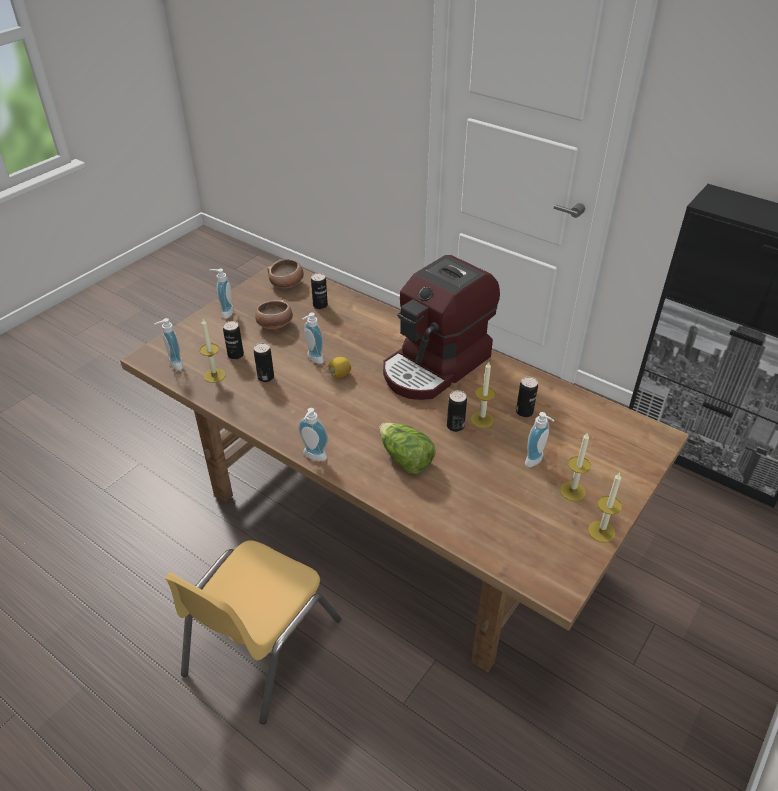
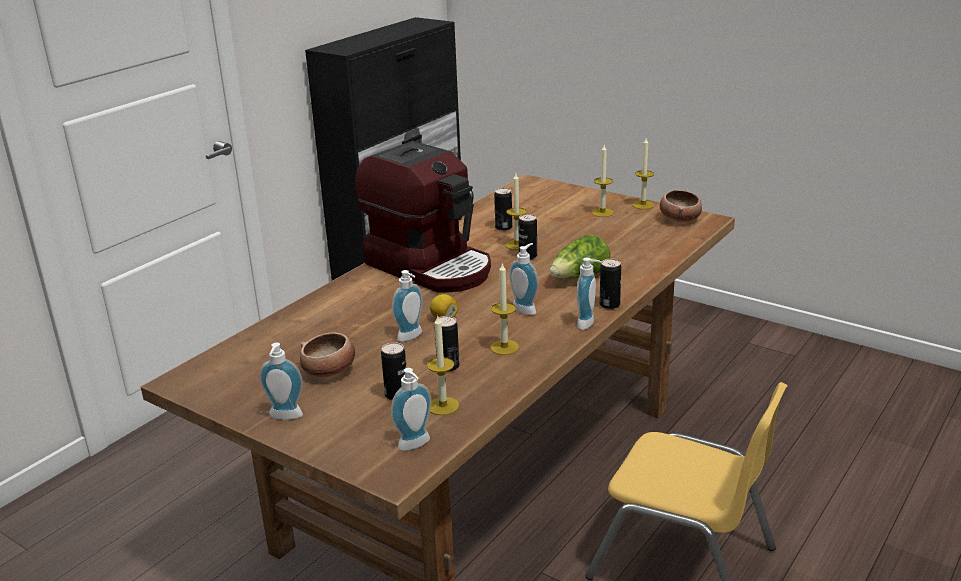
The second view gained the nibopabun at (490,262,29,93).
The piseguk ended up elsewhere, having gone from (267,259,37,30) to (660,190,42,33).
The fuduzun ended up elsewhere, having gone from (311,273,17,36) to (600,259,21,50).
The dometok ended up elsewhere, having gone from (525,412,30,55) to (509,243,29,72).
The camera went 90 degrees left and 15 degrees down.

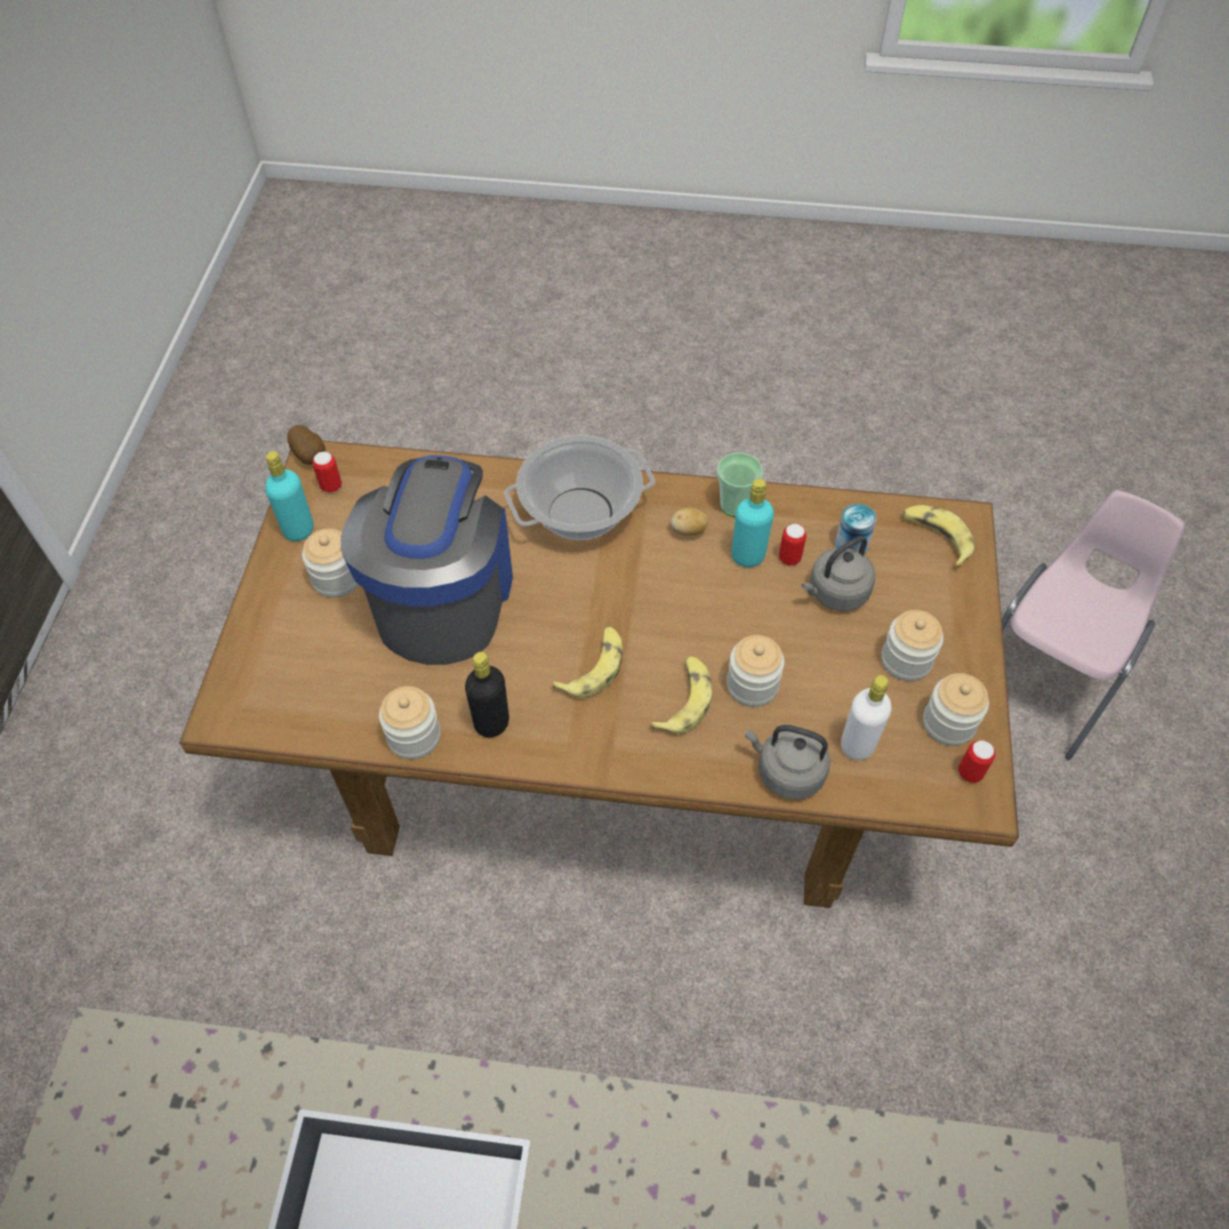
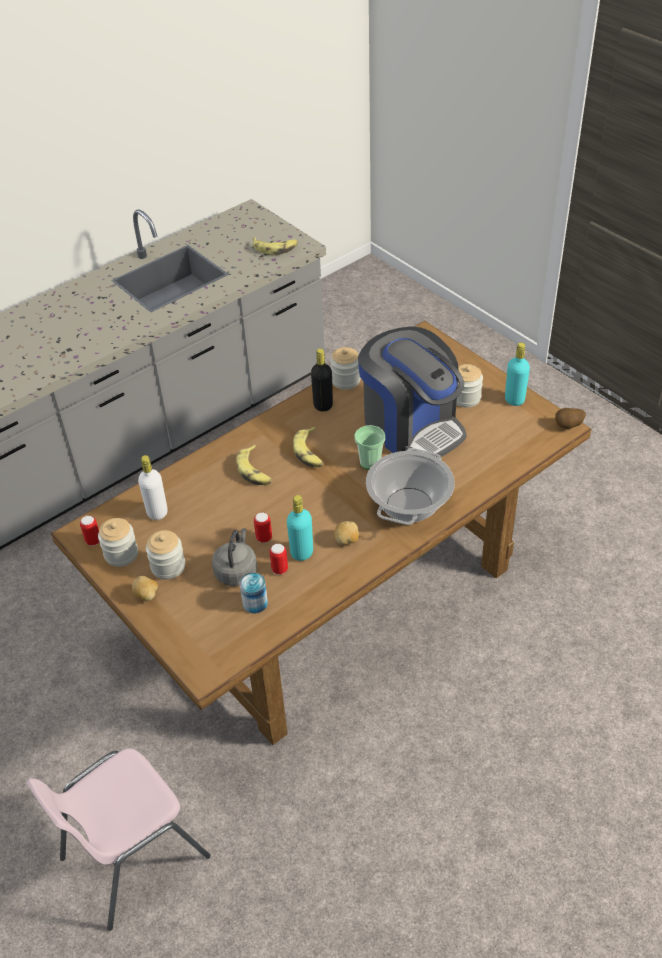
The second view lost the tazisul at (727,635,57,72).
The second view lost the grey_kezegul at (745,725,85,75).
The second view gained the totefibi at (132,576,26,25).
The fuduzun ended up elsewhere, having gone from (312,452,30,41) to (254,513,18,30).
The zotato ended up elsewhere, having gone from (717,453,46,64) to (354,425,31,45).
The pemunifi ended up elsewhere, having gone from (902,505,72,62) to (253,237,44,18).
The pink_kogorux at (1002,490,183,270) ended up facing another way, 60 degrees clockwise from before.
The camera went 135 degrees right and 10 degrees down.

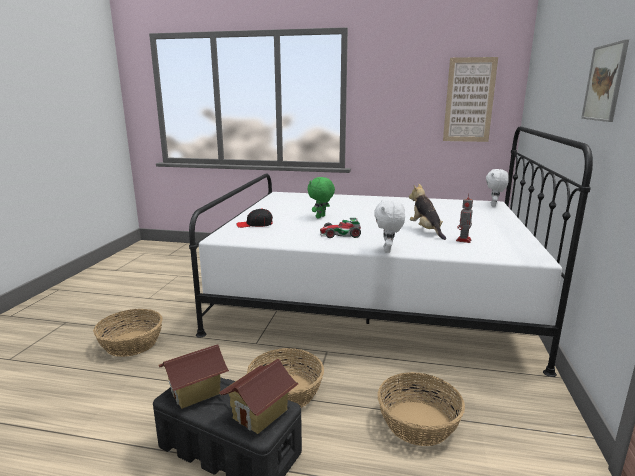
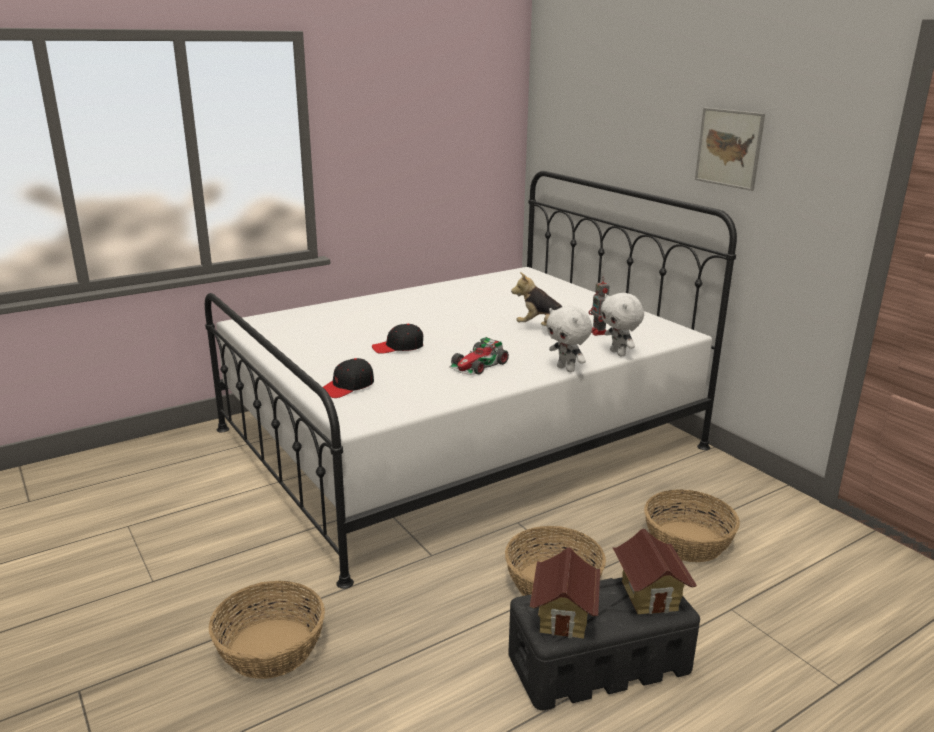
The second view lost the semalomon at (443,57,55,85).
The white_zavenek ended up elsewhere, having gone from (486,169,23,38) to (601,293,43,64).
Where the green_zavenek stood at (308,177,27,42), the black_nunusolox came to stand at (372,324,51,30).
The camera went 45 degrees left and 5 degrees up.

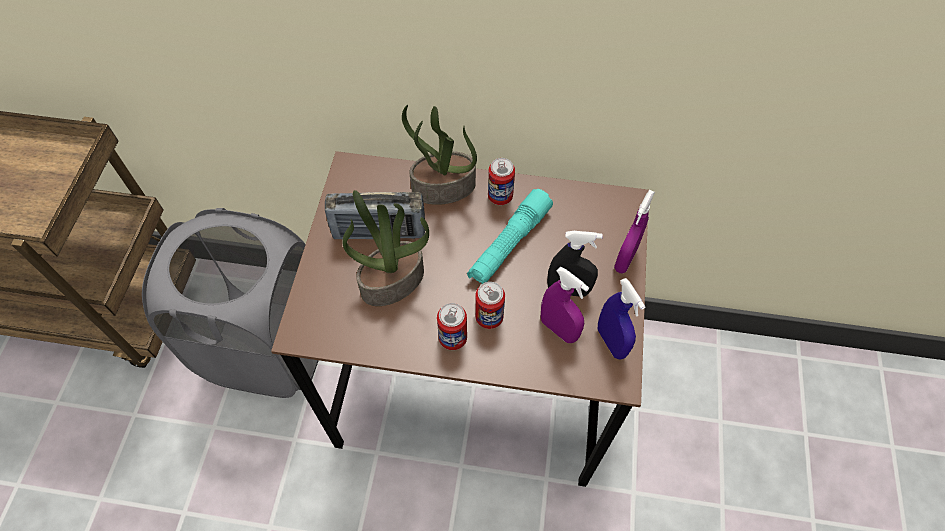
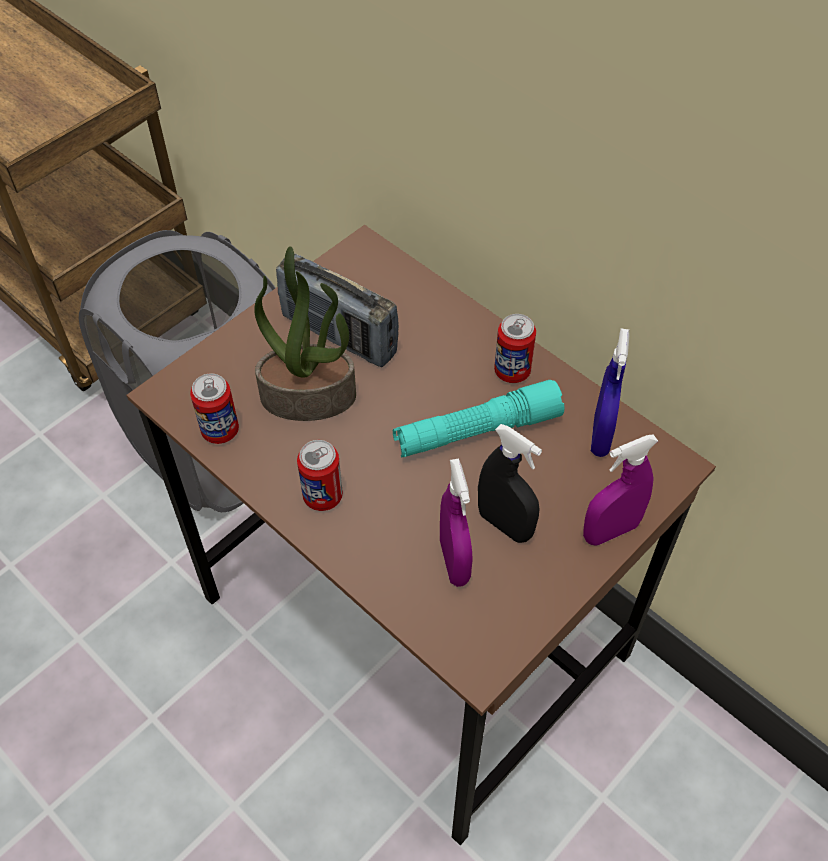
The second view lost the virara at (402,105,75,100).
The fuduzun ended up elsewhere, having gone from (475,282,30,47) to (190,373,49,71).
The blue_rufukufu ended up elsewhere, having gone from (598,278,47,81) to (591,328,38,129).
The camera went 35 degrees right and 5 degrees down.

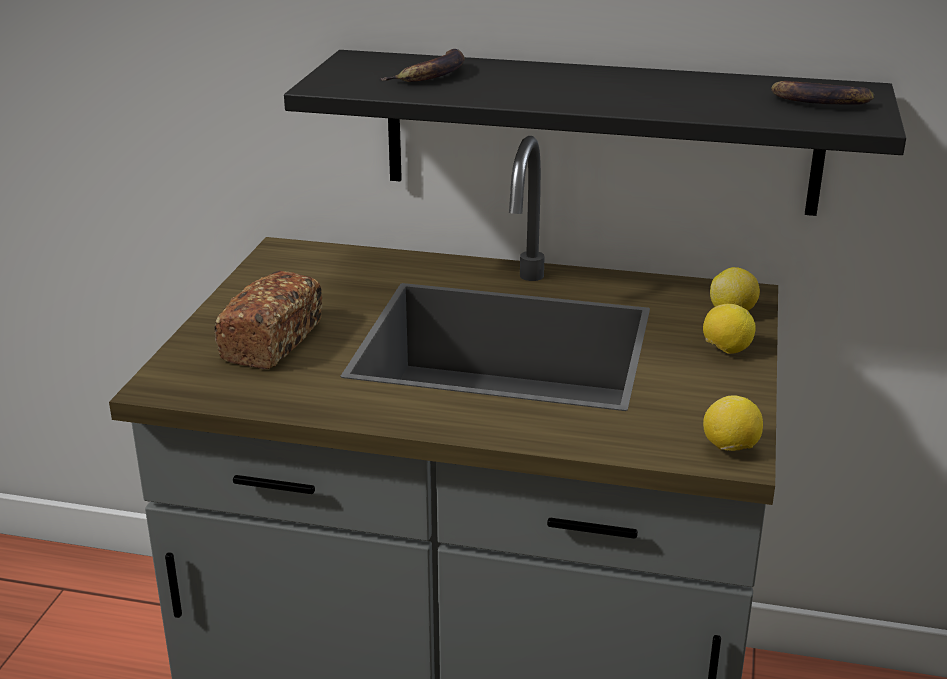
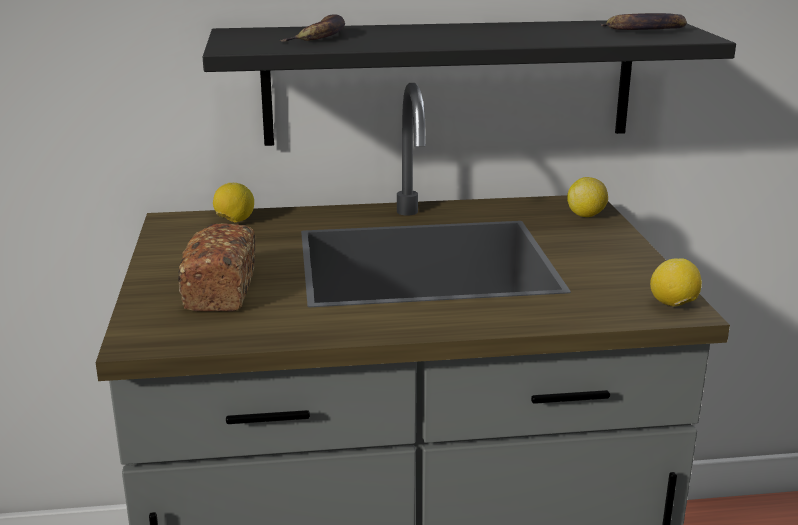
The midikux ended up elsewhere, having gone from (703,304,53,50) to (213,183,41,40).
The camera went 20 degrees left and 5 degrees down.

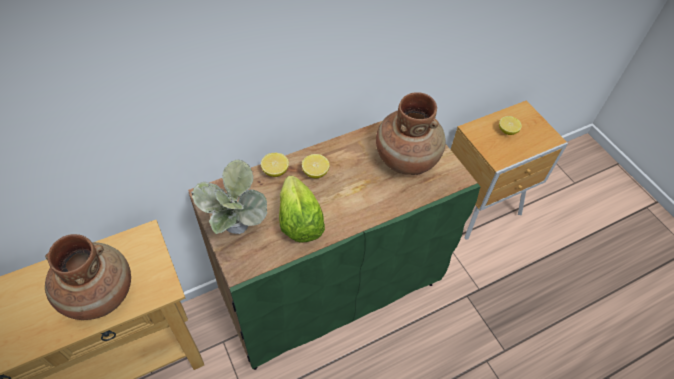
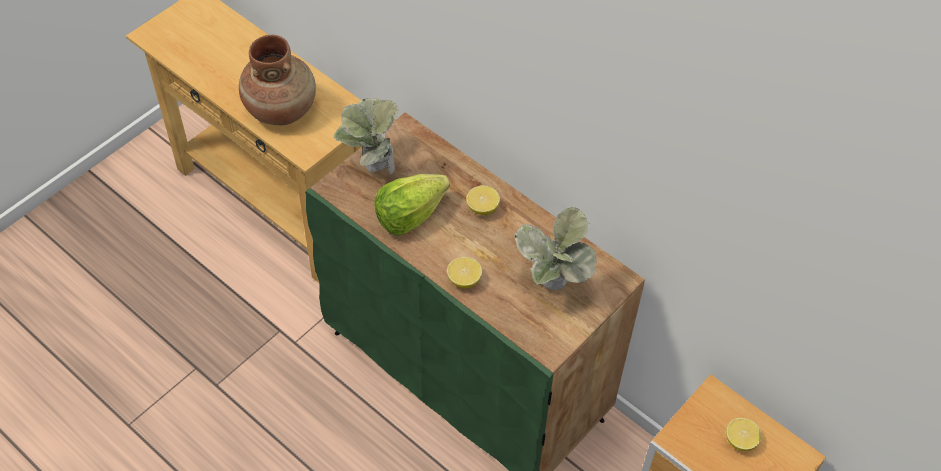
The midikux ended up elsewhere, having gone from (261,153,28,24) to (447,257,35,31).
Where the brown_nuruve stood at (376,92,70,83), the virara came to stand at (514,207,83,83).
The camera went 70 degrees right and 0 degrees up.

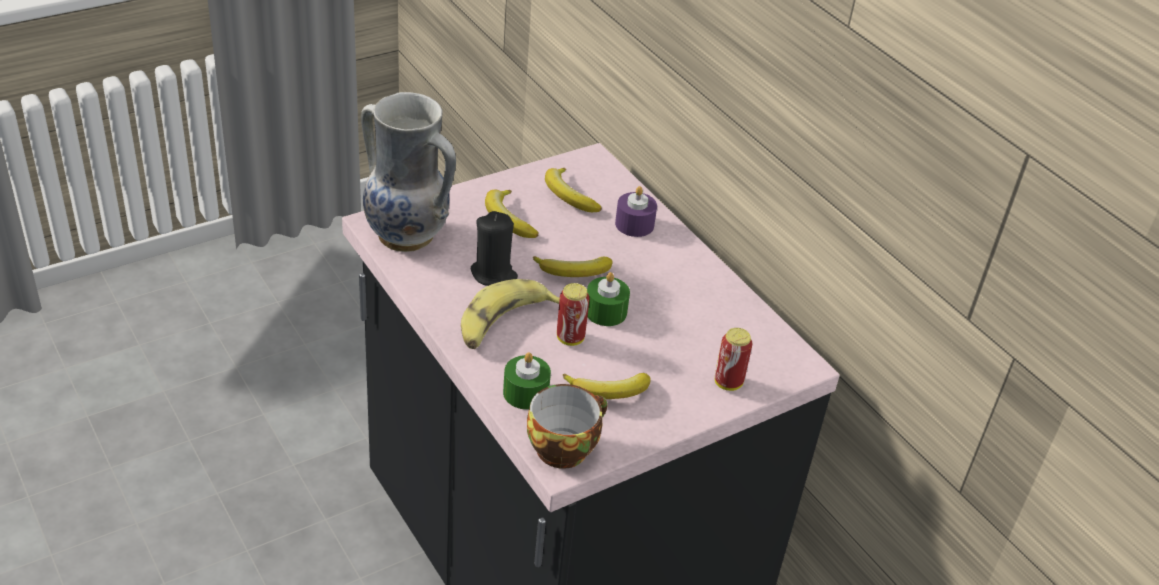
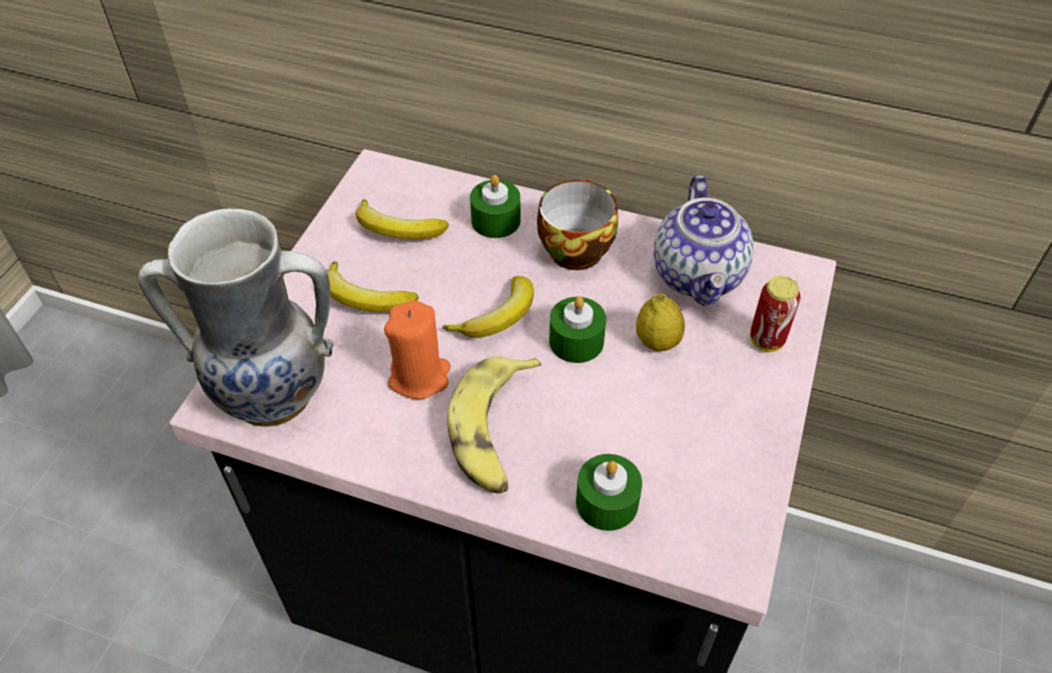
The second view lost the fuduzun at (557,283,32,63).
The second view lost the pemunifi at (563,373,88,26).
The second view gained the midikux at (636,294,49,57).
The second view gained the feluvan at (654,175,100,131).
The zotato ended up elsewhere, having gone from (527,384,81,85) to (537,179,81,91).
What was the black_nibopabun at (471,211,47,75) turned into the orange_nibopabun at (384,301,67,98).
What was the purple_nibopabun at (615,186,42,51) turned into the green_nibopabun at (470,175,50,63).
The camera went 35 degrees left and 10 degrees up.

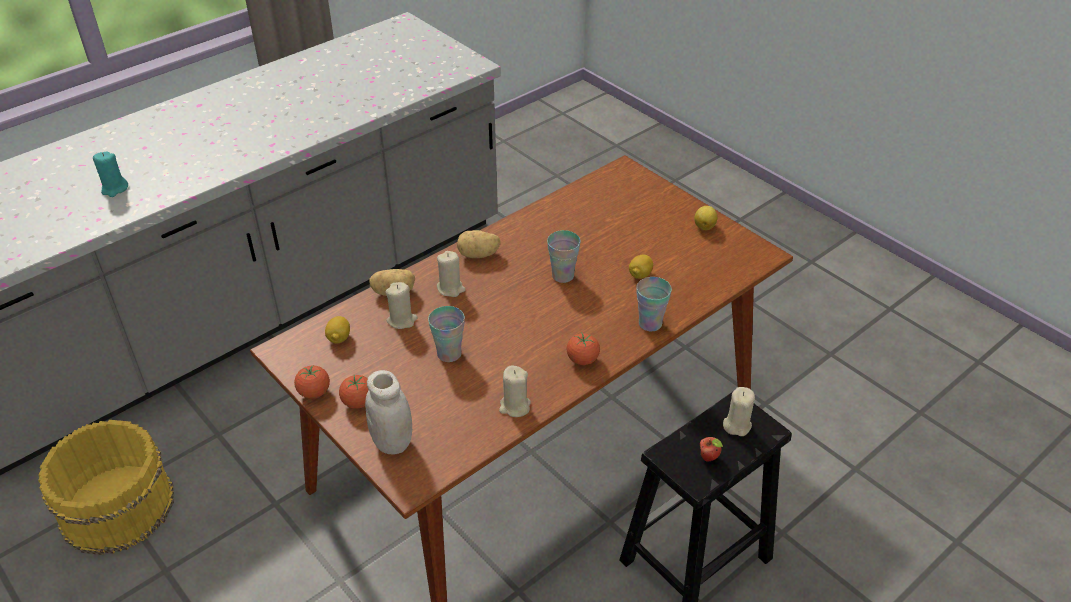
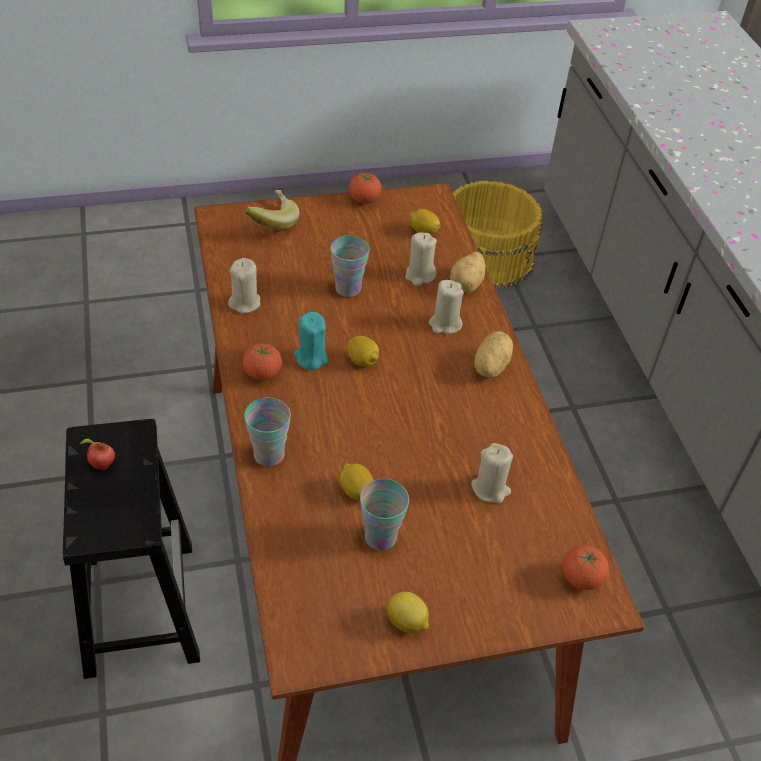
The second view gained the midikux at (347,336,32,31).
The turquoise_nibopabun ended up elsewhere, having gone from (93,151,35,46) to (294,312,34,58).
The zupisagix ended up elsewhere, having gone from (339,375,30,33) to (563,545,46,45).
The zotato ended up elsewhere, having gone from (547,230,34,53) to (360,479,49,71).
The beige_nibopabun ended up elsewhere, having gone from (723,387,32,49) to (471,443,42,60).
Where the white_tazisul stood at (365,370,47,85), the pemunifi came to stand at (245,190,55,39).
The camera went 115 degrees right and 5 degrees up.

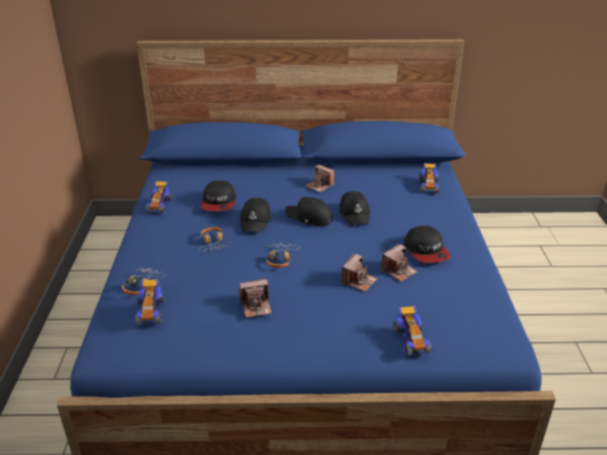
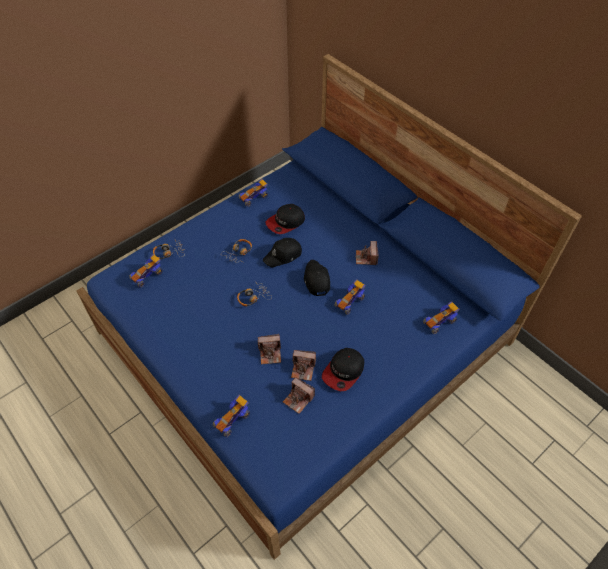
The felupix ended up elsewhere, having gone from (239,278,33,40) to (283,377,32,37).
Where the black_nunusolox stood at (339,191,31,35), the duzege came to stand at (334,279,31,36).
The camera went 50 degrees right and 20 degrees up.

